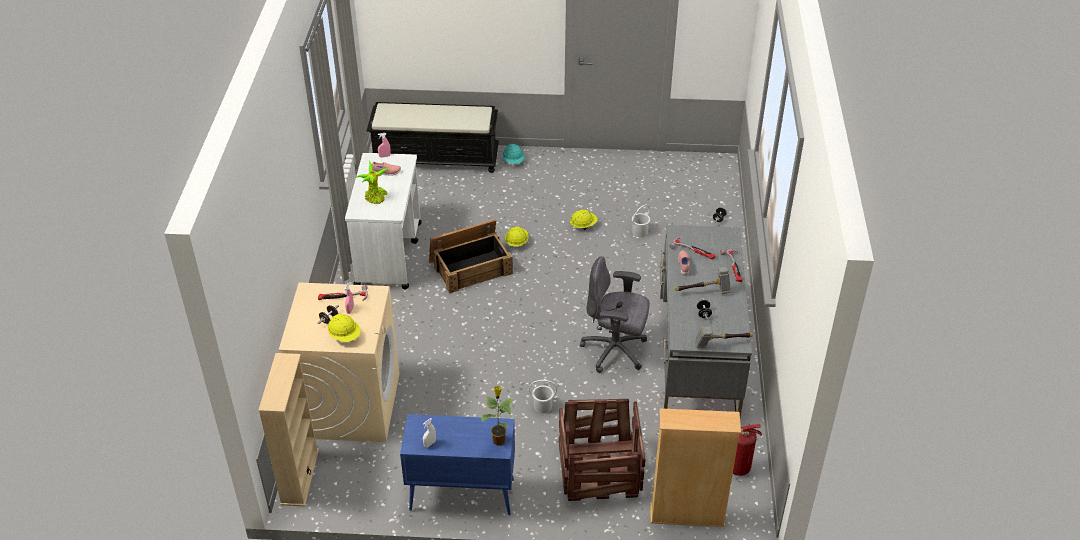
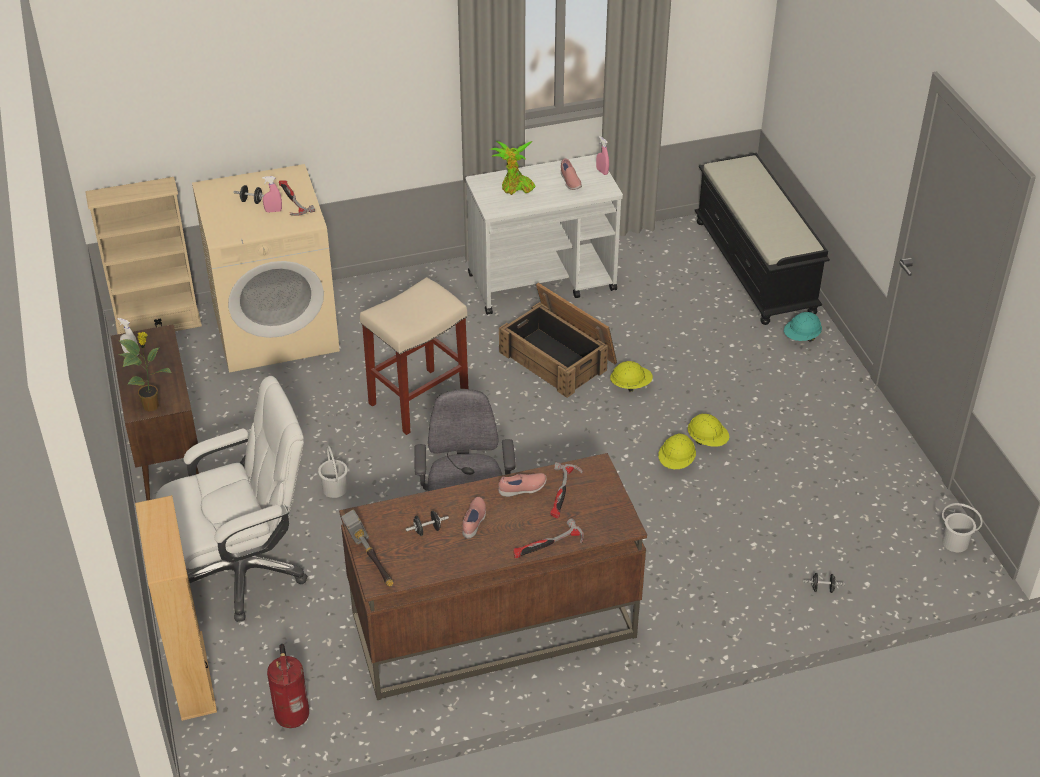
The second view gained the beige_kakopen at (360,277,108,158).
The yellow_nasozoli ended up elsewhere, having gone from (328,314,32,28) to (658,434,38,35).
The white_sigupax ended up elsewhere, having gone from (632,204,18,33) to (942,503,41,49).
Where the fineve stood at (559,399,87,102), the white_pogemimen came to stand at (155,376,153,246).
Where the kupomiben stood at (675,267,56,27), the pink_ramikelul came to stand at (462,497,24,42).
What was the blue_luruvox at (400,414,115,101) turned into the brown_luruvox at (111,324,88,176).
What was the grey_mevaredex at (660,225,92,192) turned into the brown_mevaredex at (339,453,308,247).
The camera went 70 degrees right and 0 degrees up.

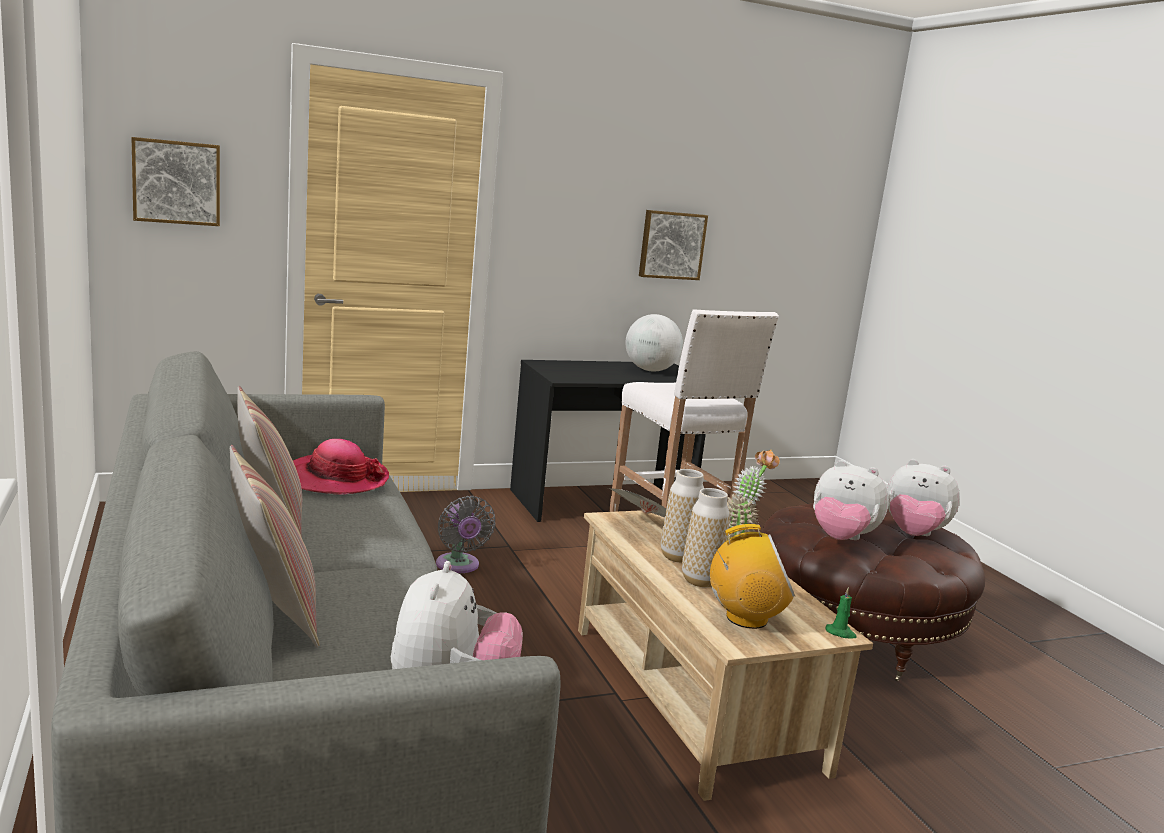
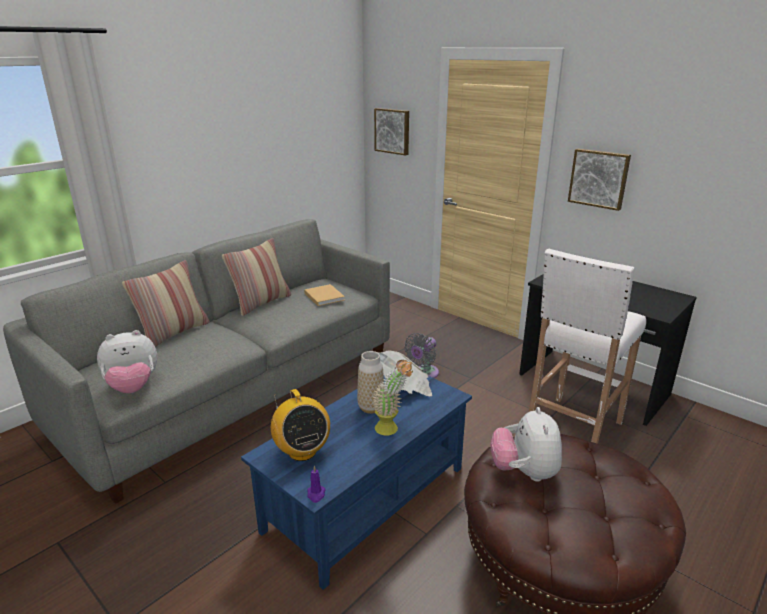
The second view lost the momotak at (625,314,58,58).
The second view lost the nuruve at (682,488,48,99).
The second view lost the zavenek at (887,459,73,77).
The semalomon ended up elsewhere, having gone from (639,210,69,70) to (568,149,63,62).
Where the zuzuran stood at (293,439,96,56), the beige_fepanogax came to stand at (304,284,41,22).
What was the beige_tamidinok at (578,510,295,291) turned into the blue_tamidinok at (241,376,231,214).
What was the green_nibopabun at (825,587,32,52) turned into the purple_nibopabun at (307,465,19,38).
The camera went 65 degrees right and 10 degrees up.

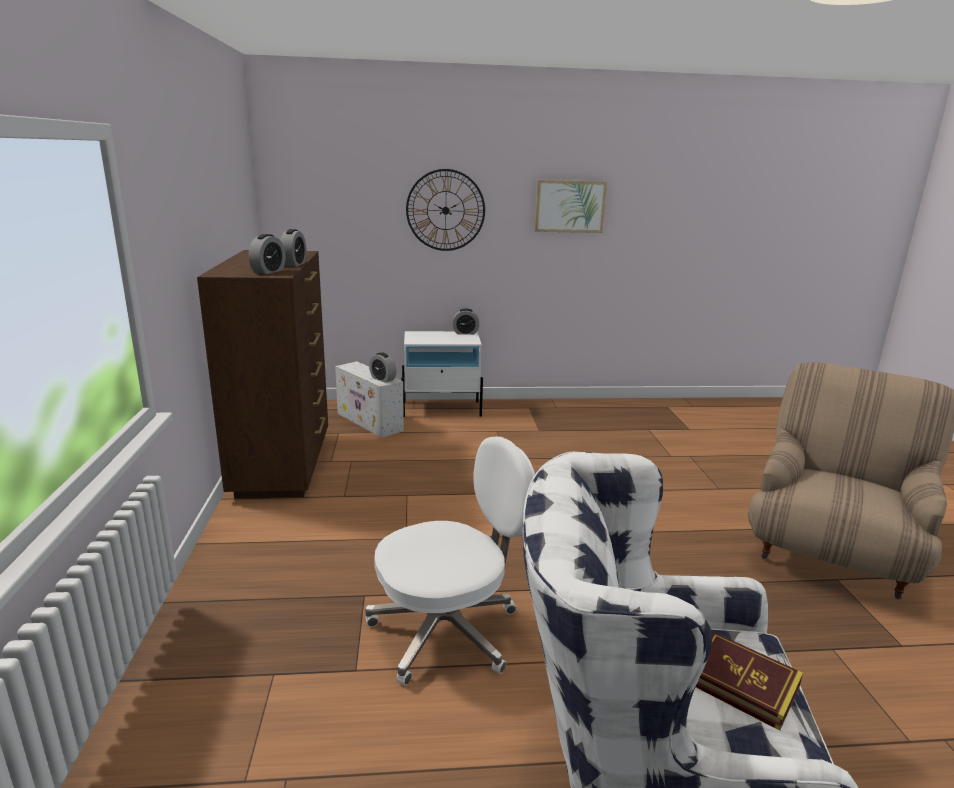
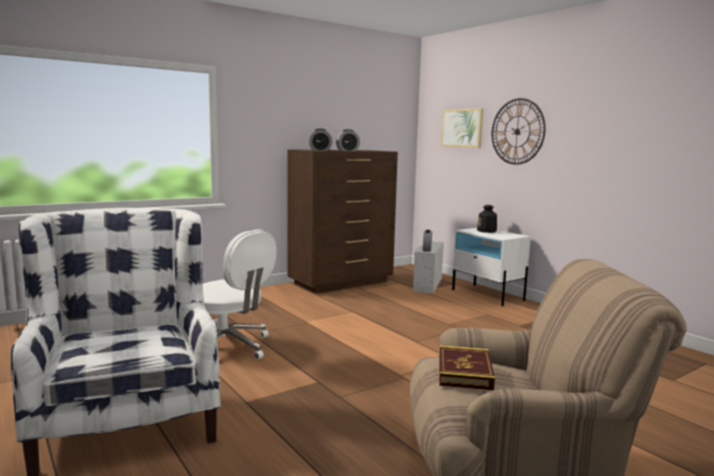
The second view lost the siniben at (452,308,27,27).
The second view gained the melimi at (477,205,20,28).
The semalomon ended up elsewhere, having gone from (534,180,73,53) to (441,108,42,40).
The fepanogax ended up elsewhere, having gone from (696,631,107,100) to (439,345,56,45).
The camera went 60 degrees right and 10 degrees down.

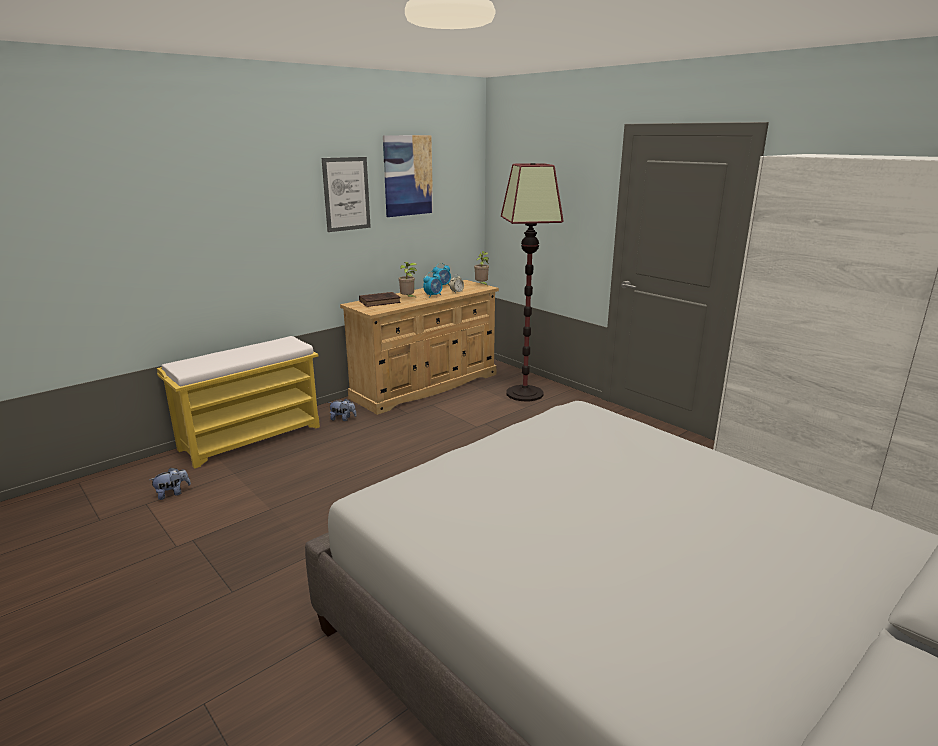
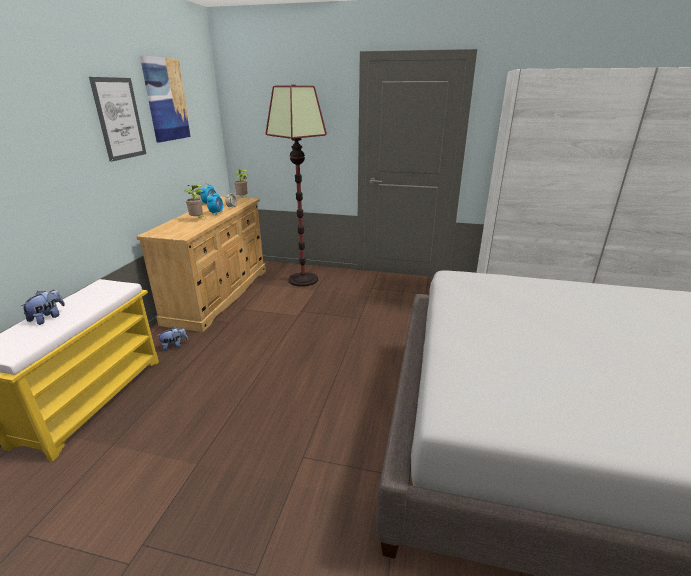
The second view lost the brown_fepanogax at (359,292,42,15).
The zavenek ended up elsewhere, having gone from (150,467,41,33) to (21,290,44,35).
The camera went 35 degrees left and 5 degrees up.

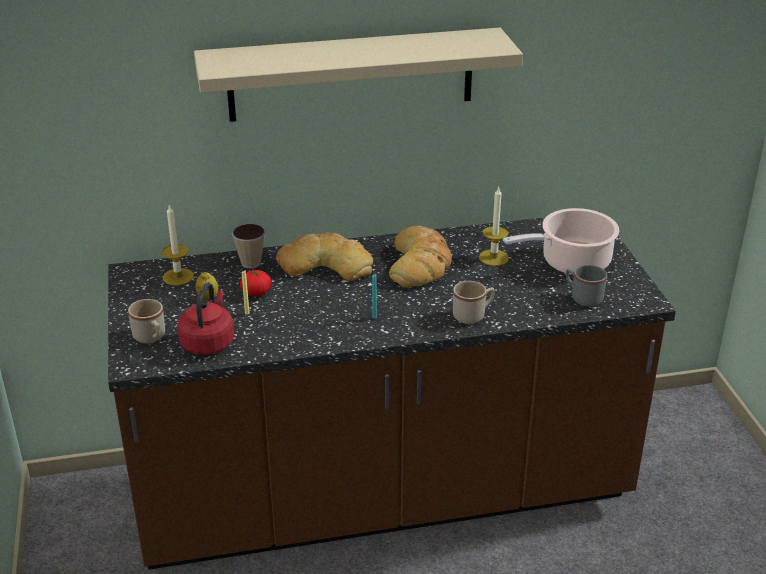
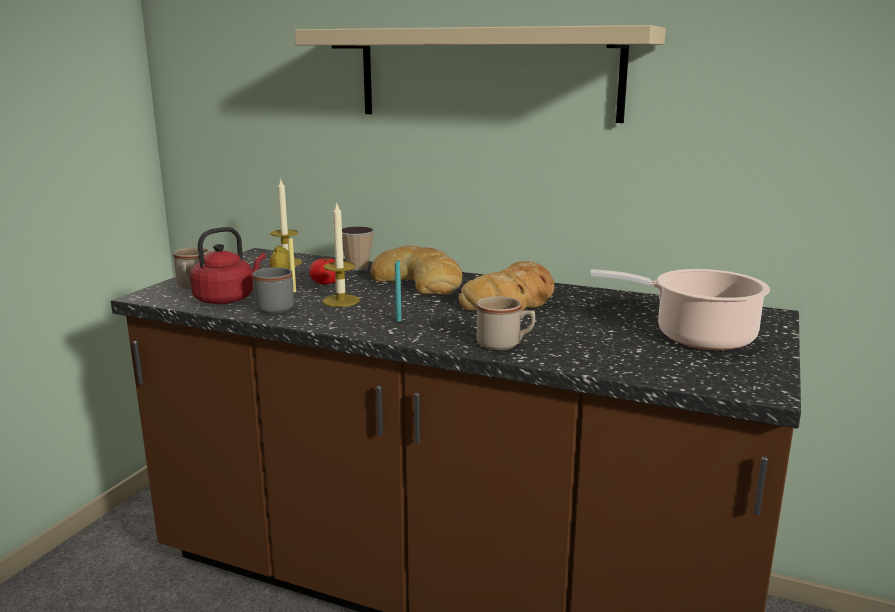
The nibopabun ended up elsewhere, having gone from (479,186,30,80) to (322,202,38,105).
The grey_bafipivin ended up elsewhere, having gone from (566,265,41,42) to (253,267,41,47).
The camera went 35 degrees right and 15 degrees down.

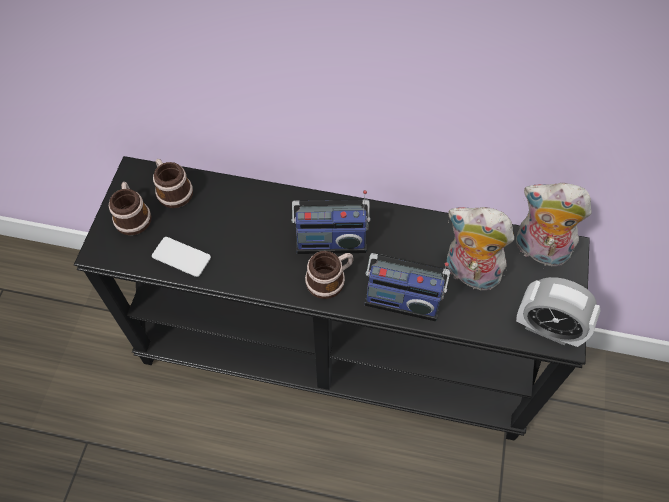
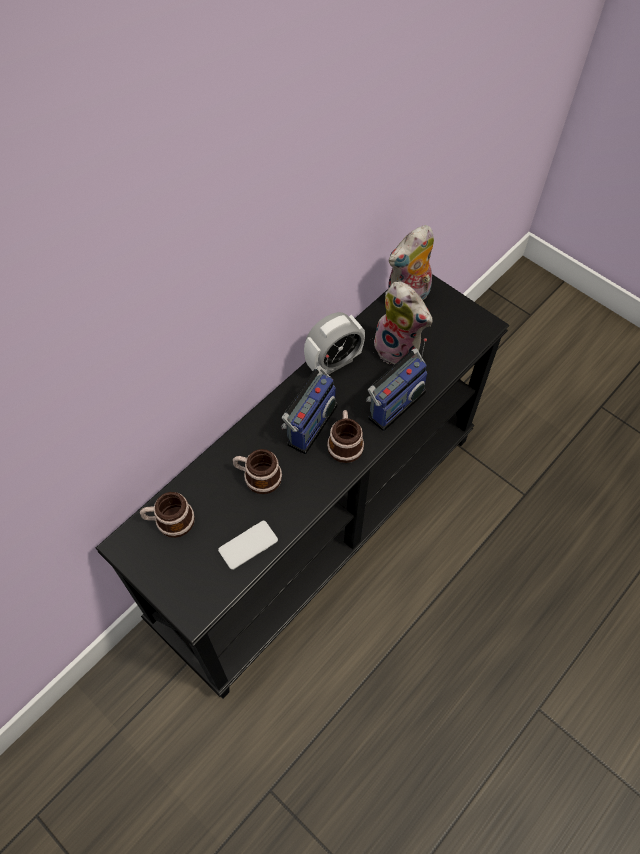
The bafipivin ended up elsewhere, having gone from (109,182,42,53) to (233,449,49,45).
The siniben ended up elsewhere, having gone from (516,277,85,70) to (304,312,61,64).
The zavenek at (447,207,67,86) ended up facing another way, 105 degrees counterclockwise from before.
The camera went 60 degrees left and 0 degrees up.

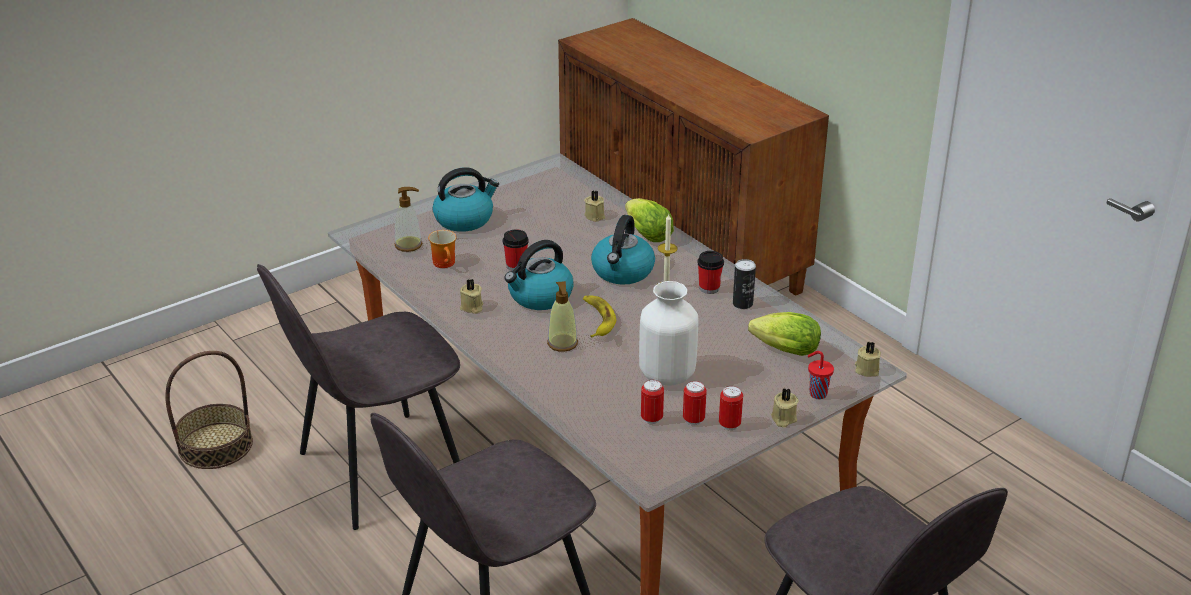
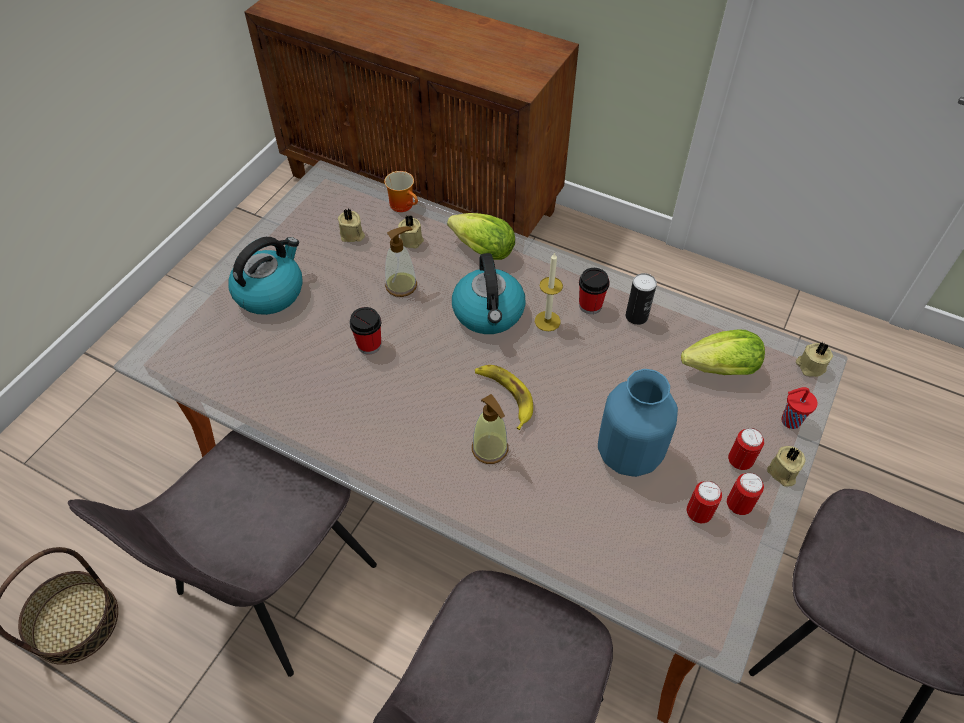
The second view lost the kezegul at (504,240,70,70).
The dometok ended up elsewhere, having gone from (395,187,27,65) to (385,227,32,70).
The bafipivin ended up elsewhere, having gone from (428,230,29,38) to (384,171,34,41).
The beige_nibopabun ended up elsewhere, having gone from (460,279,23,35) to (338,209,27,33).
The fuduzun ended up elsewhere, having gone from (641,380,23,44) to (728,428,36,42).
What was the white_nuruve at (639,281,59,105) turned into the blue_nuruve at (598,369,80,108).
The camera went 25 degrees left and 20 degrees up.

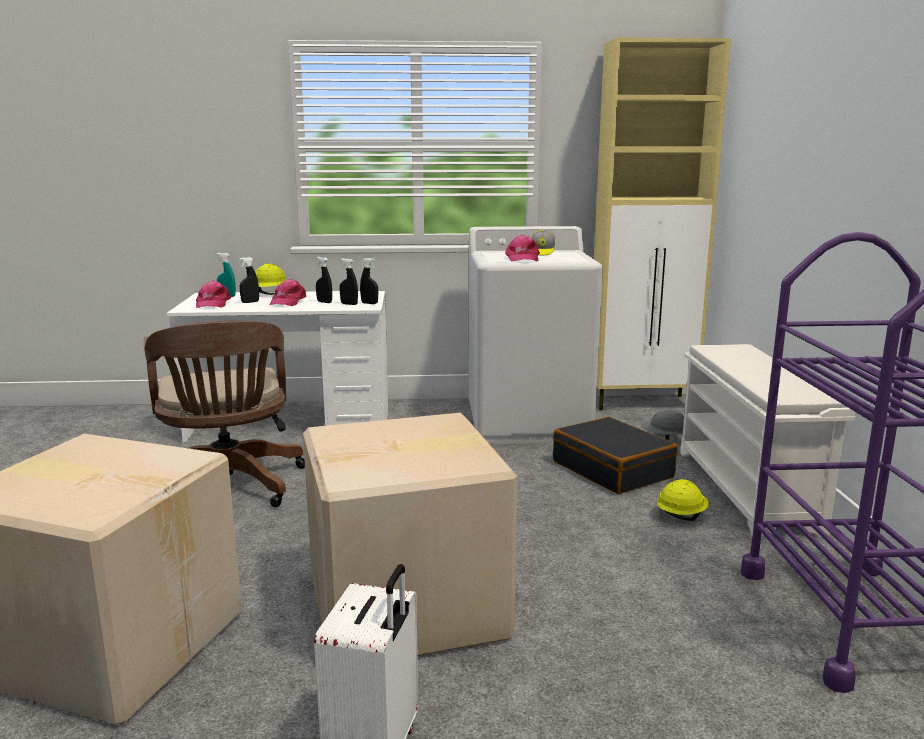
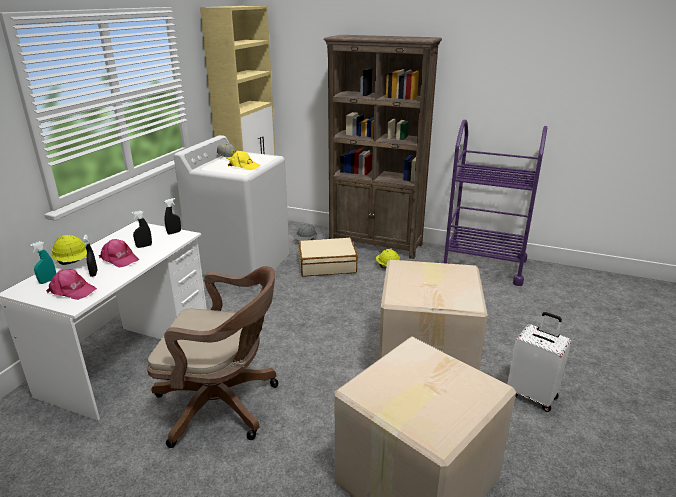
The second view lost the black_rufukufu at (340,258,18,47).
Where the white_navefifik stood at (680,344,175,194), the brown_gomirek came to stand at (324,35,118,224).
What was the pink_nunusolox at (505,235,35,27) turned into the yellow_nunusolox at (228,151,33,19).
What was the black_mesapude at (553,417,125,77) turned into the beige_mesapude at (298,237,60,40).
The camera went 65 degrees left and 10 degrees up.

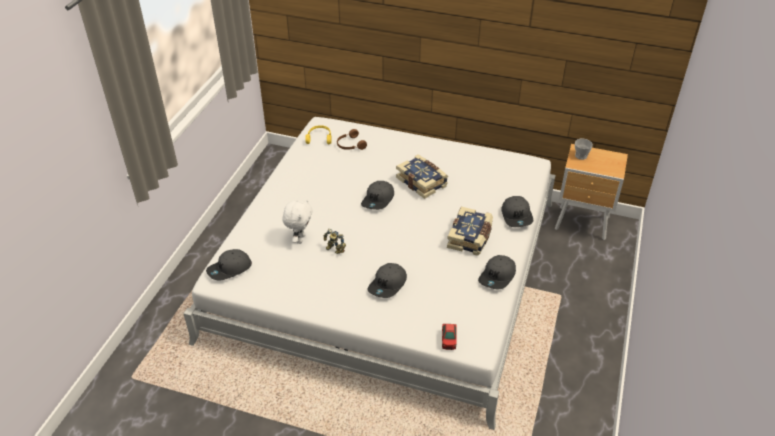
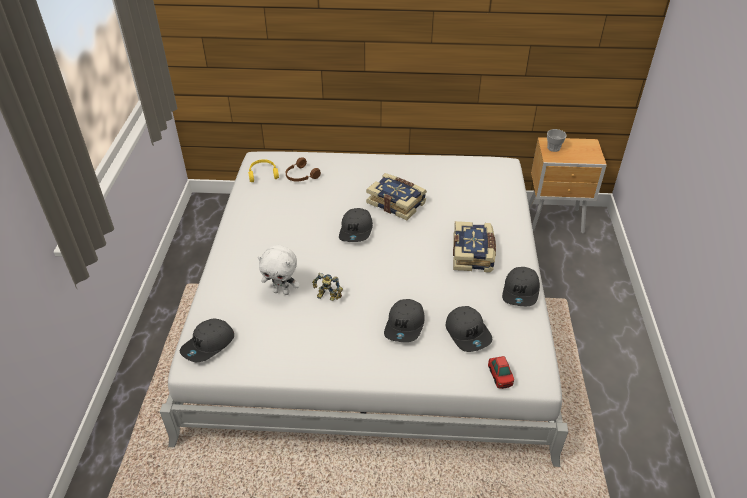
The grey_nunusolox ended up elsewhere, having gone from (501,196,32,31) to (445,306,47,46).
The white_zavenek at (283,199,30,45) ended up facing another way, 105 degrees clockwise from before.
The camera went 15 degrees left and 0 degrees up.

